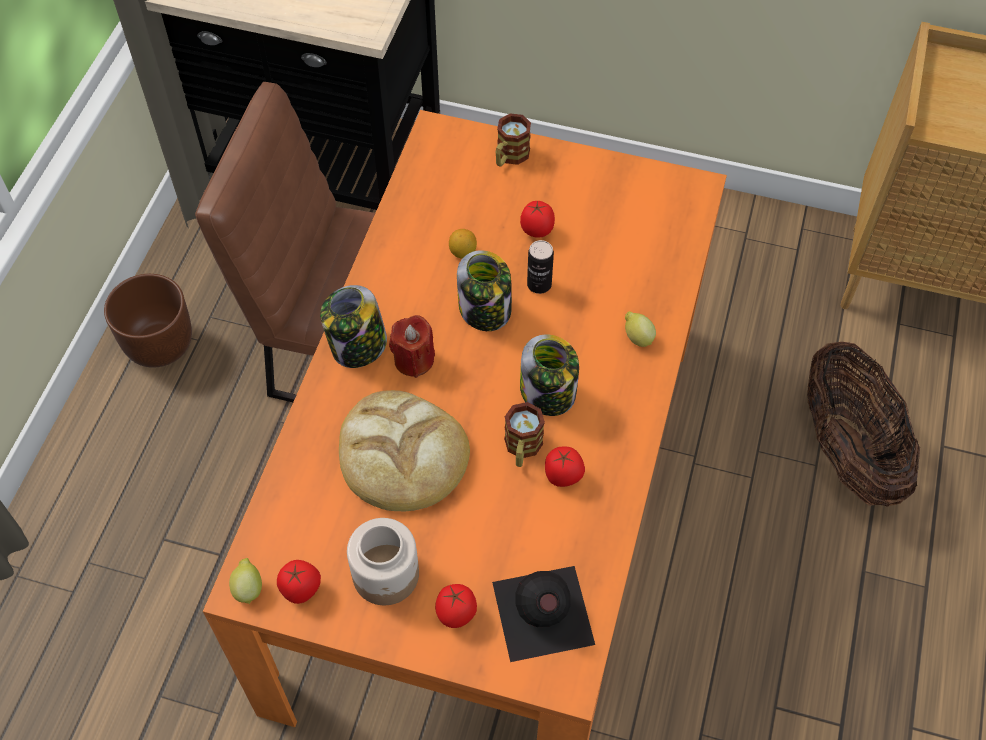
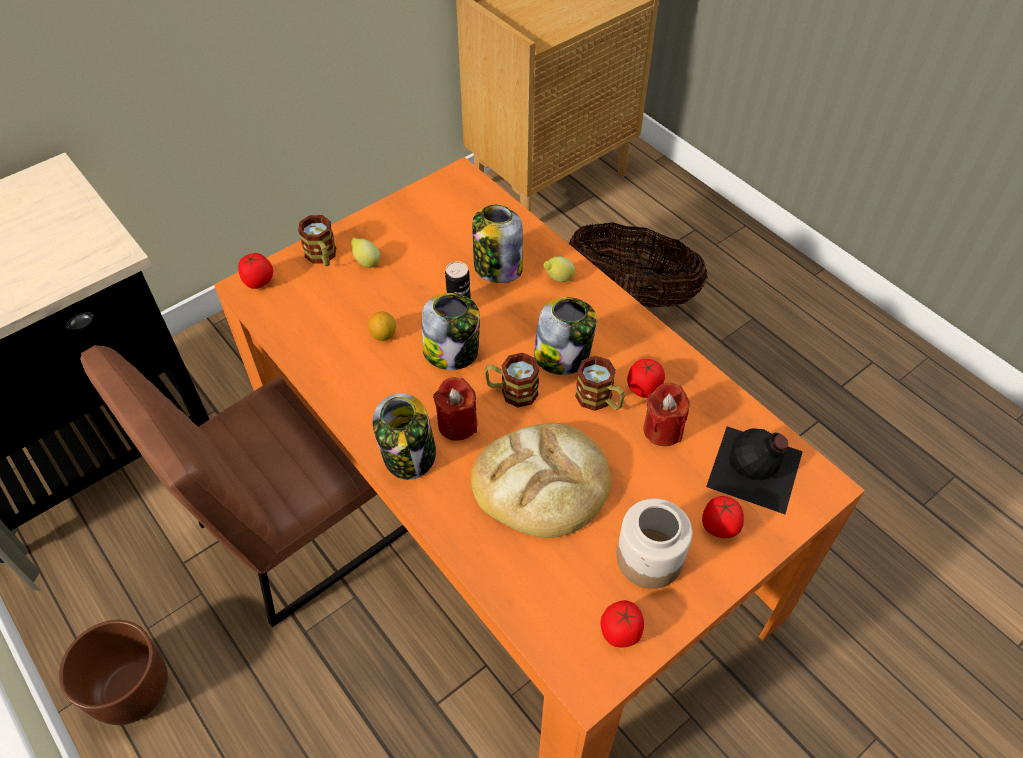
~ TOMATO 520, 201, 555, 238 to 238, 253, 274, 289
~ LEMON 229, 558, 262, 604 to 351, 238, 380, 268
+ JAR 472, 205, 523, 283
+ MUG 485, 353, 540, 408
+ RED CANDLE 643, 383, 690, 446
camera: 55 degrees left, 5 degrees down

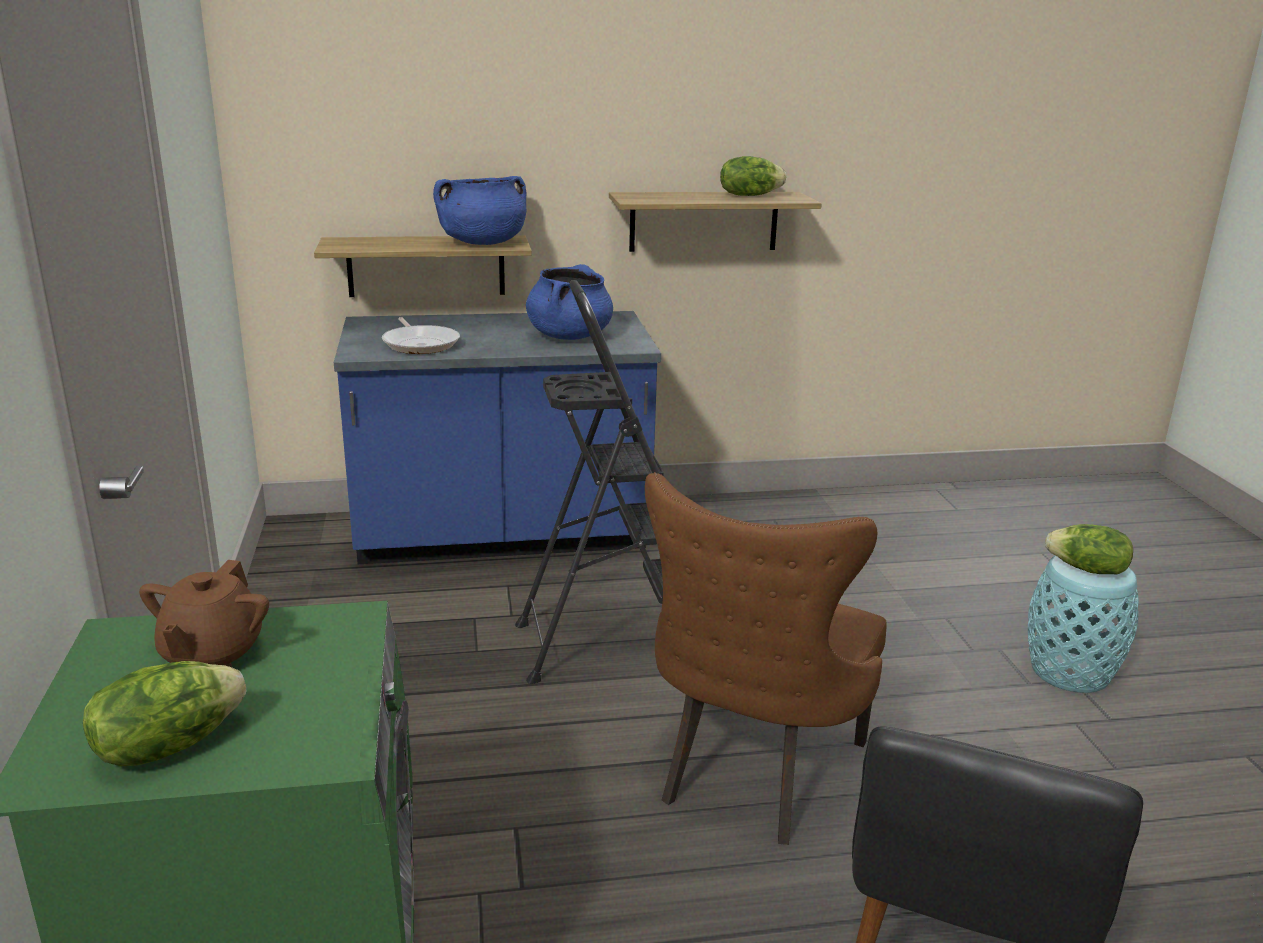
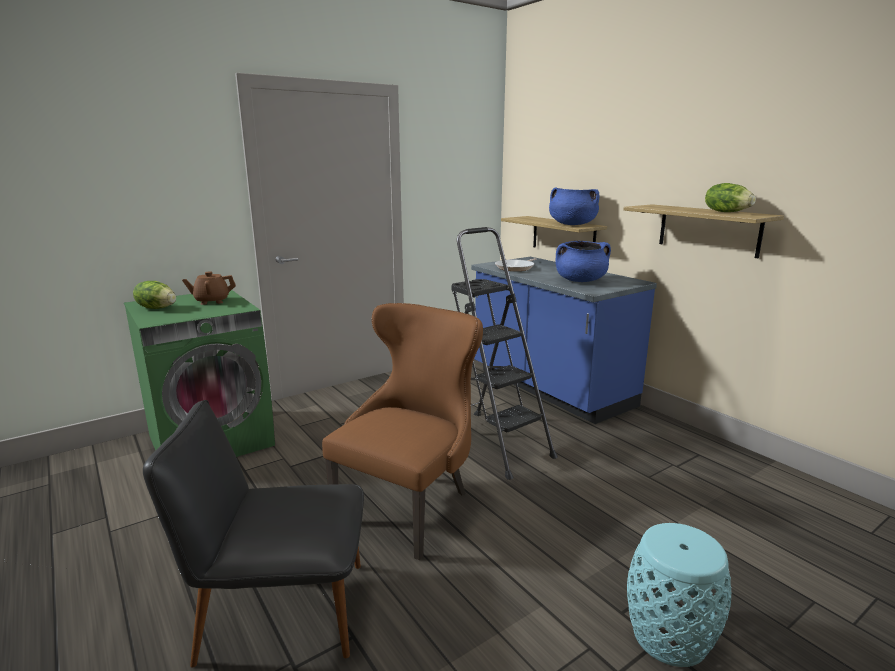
~ BROWN CHAIR 645, 472, 887, 845 = 322, 303, 483, 560 120 degrees clockwise
- LETTUCE 1045, 524, 1133, 574
camera: 65 degrees right, 5 degrees down

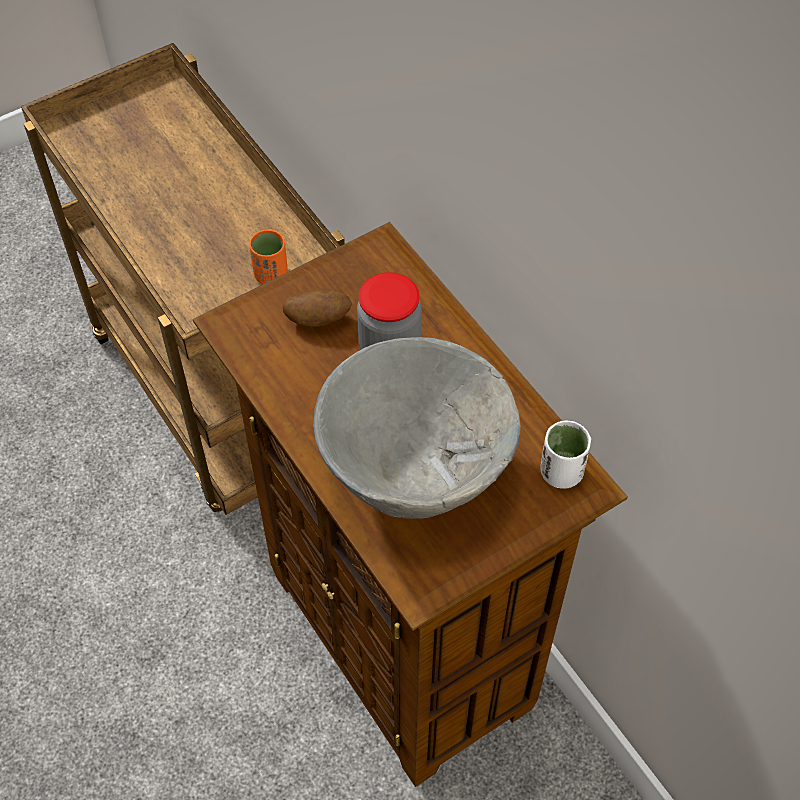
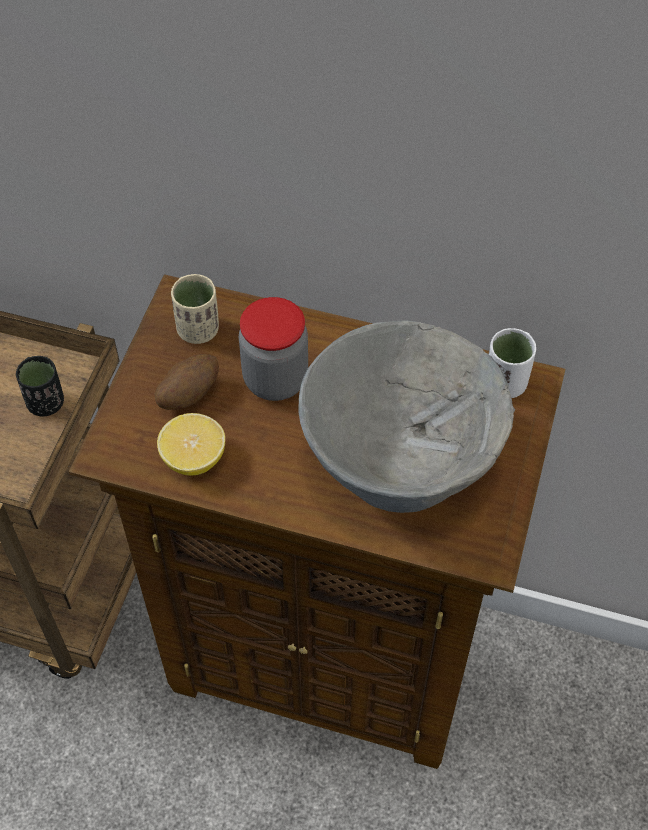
~ ORANGE CUP 249, 229, 288, 284 to BLACK CUP 16, 355, 64, 417
+ BEIGE CUP 171, 274, 219, 344
+ LEMON 157, 413, 225, 475
camera: 40 degrees left, 0 degrees up

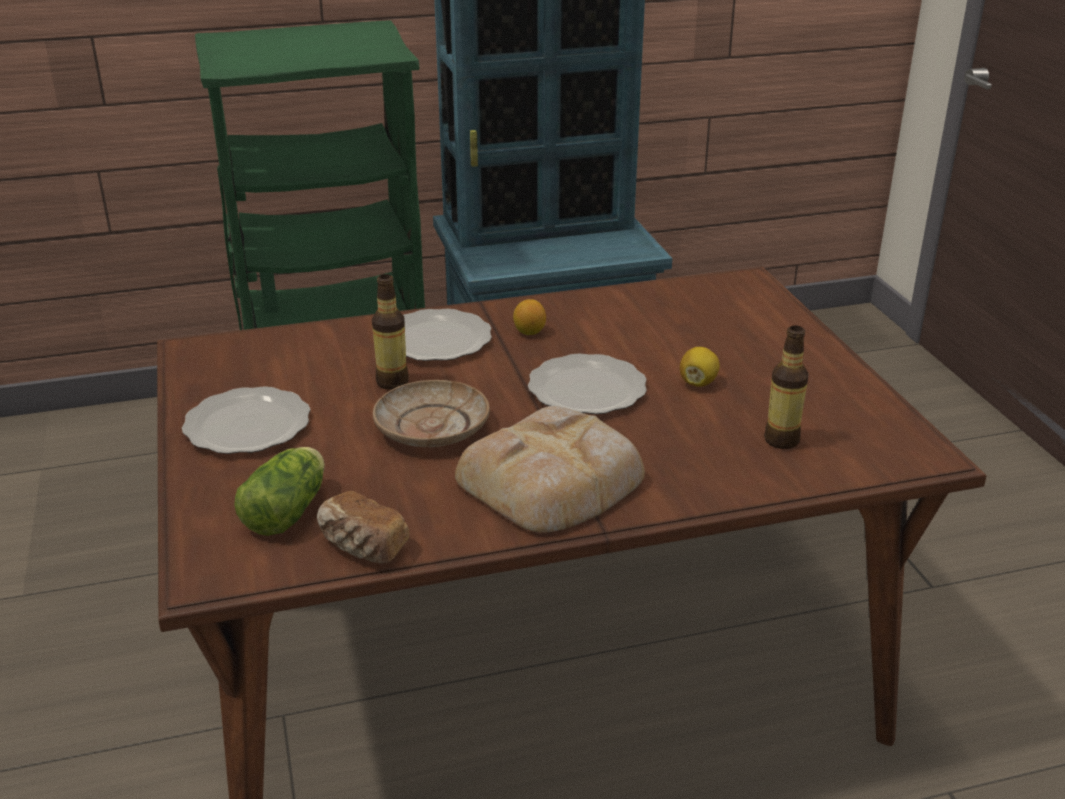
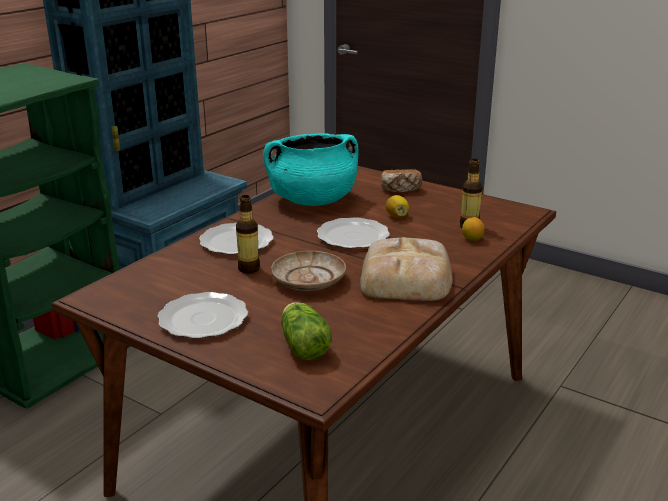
~ LEMON 513, 299, 546, 335 to 462, 217, 484, 241
~ BREAD 317, 491, 409, 563 to 381, 169, 422, 192
+ TURQUOISE COOKING POT 263, 133, 359, 206
camera: 40 degrees left, 5 degrees down

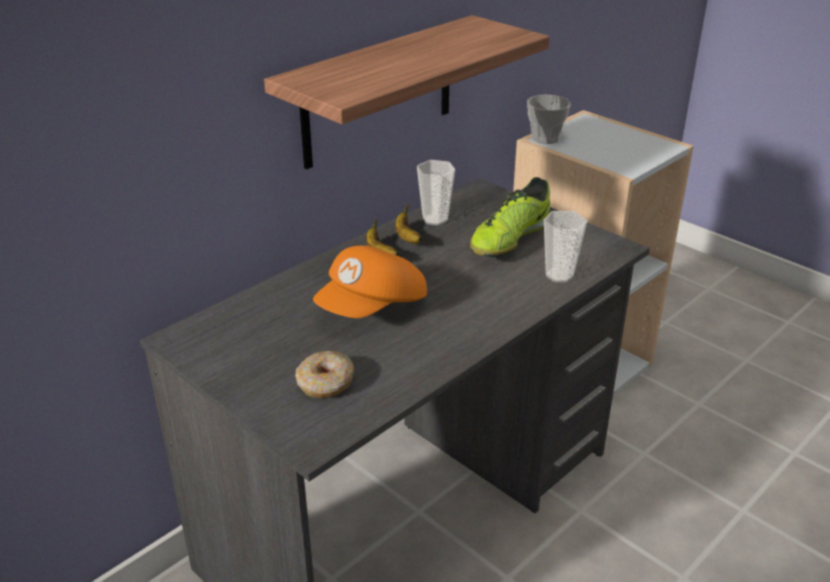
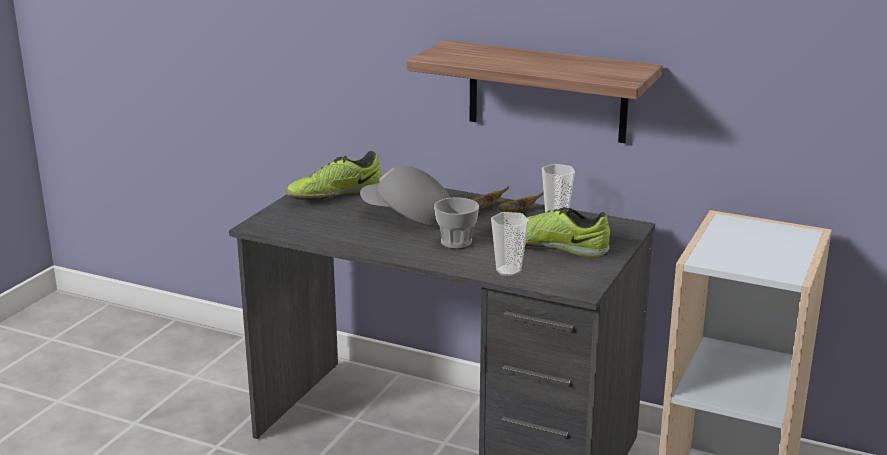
~ CUP 527, 95, 570, 144 to 434, 197, 479, 248
~ ORANGE CAP 313, 246, 427, 318 to GREY CAP 360, 166, 450, 227
- DONUT 295, 351, 355, 398
+ SHOE 286, 151, 381, 200
camera: 70 degrees right, 10 degrees down

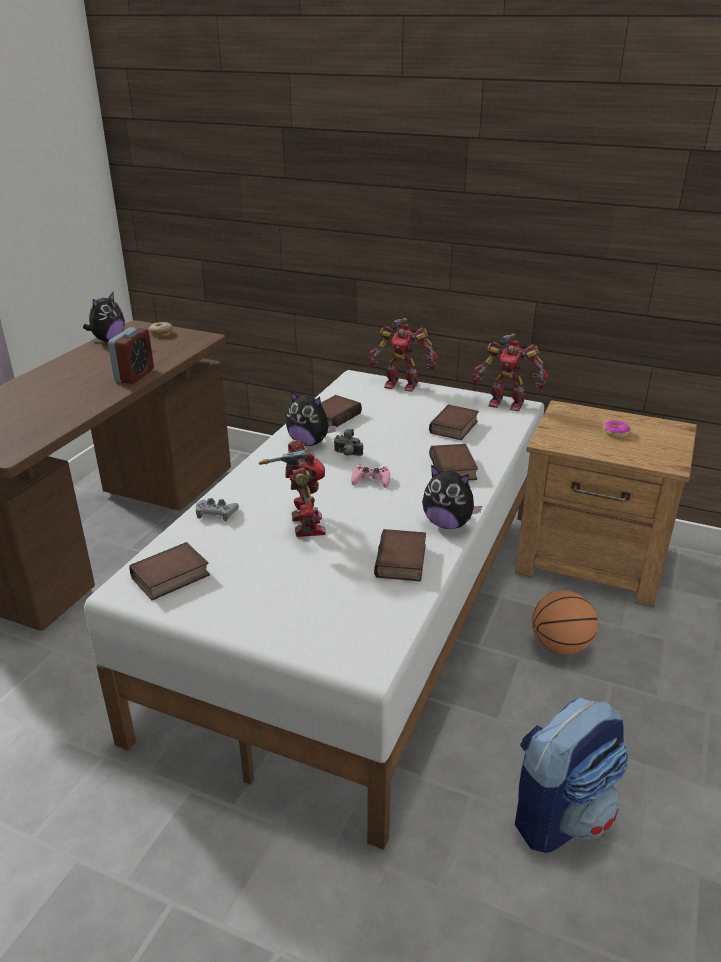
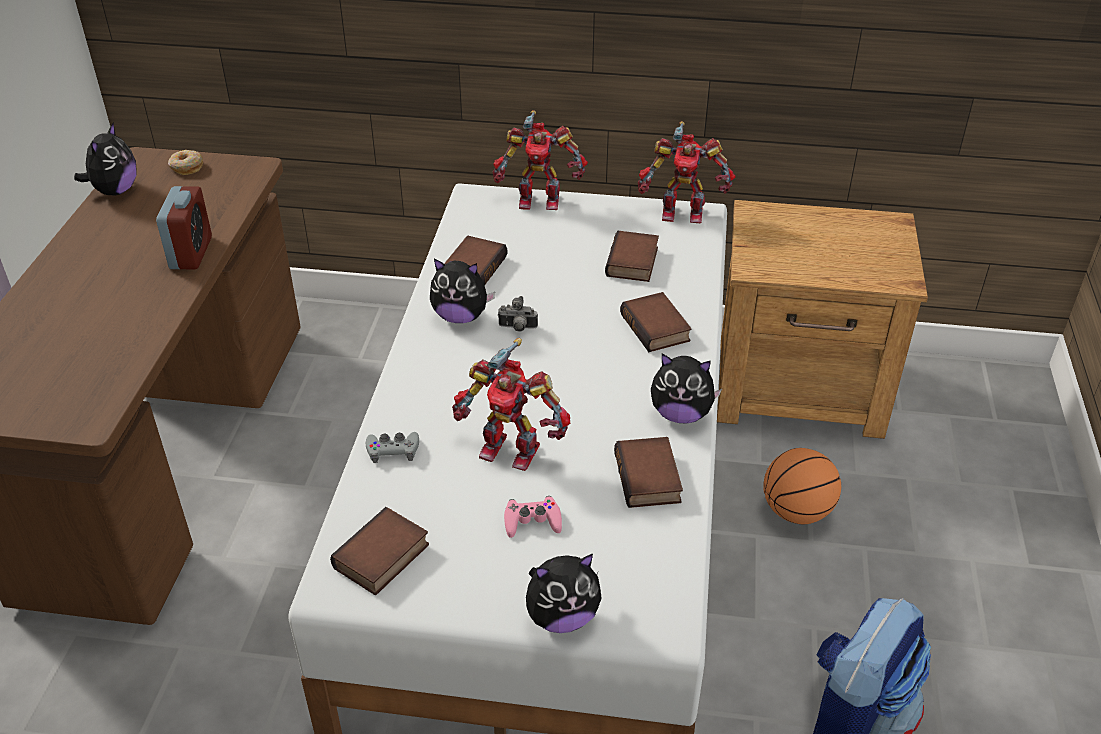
- DONUT 604, 421, 631, 438
~ TOY ROBOT 259, 440, 326, 537 = 452, 338, 571, 471 135 degrees clockwise
~ PINK GAME CONTROLLER 351, 464, 390, 488 to 504, 496, 562, 538
+ PLUSH TOY 526, 554, 602, 633
camera: 15 degrees left, 10 degrees up

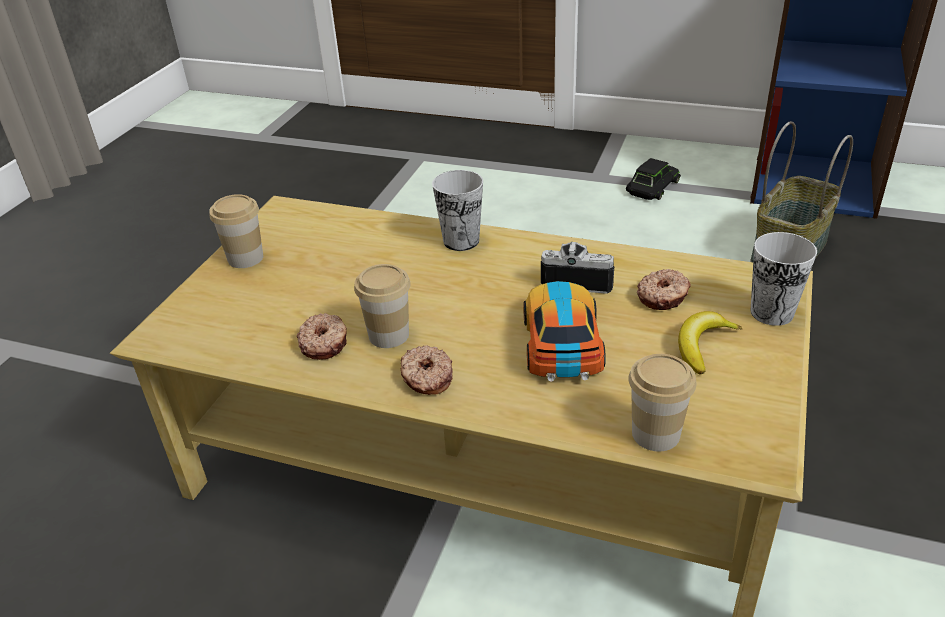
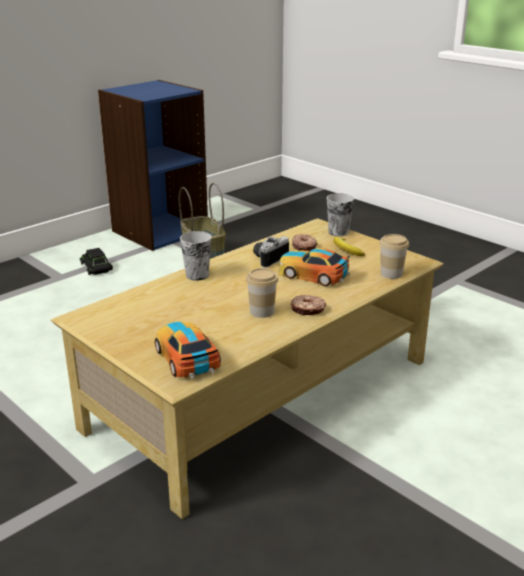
- CUP 209, 194, 263, 268
- DONUT 297, 313, 347, 360
+ TOY CAR 155, 322, 221, 378
camera: 65 degrees left, 10 degrees down

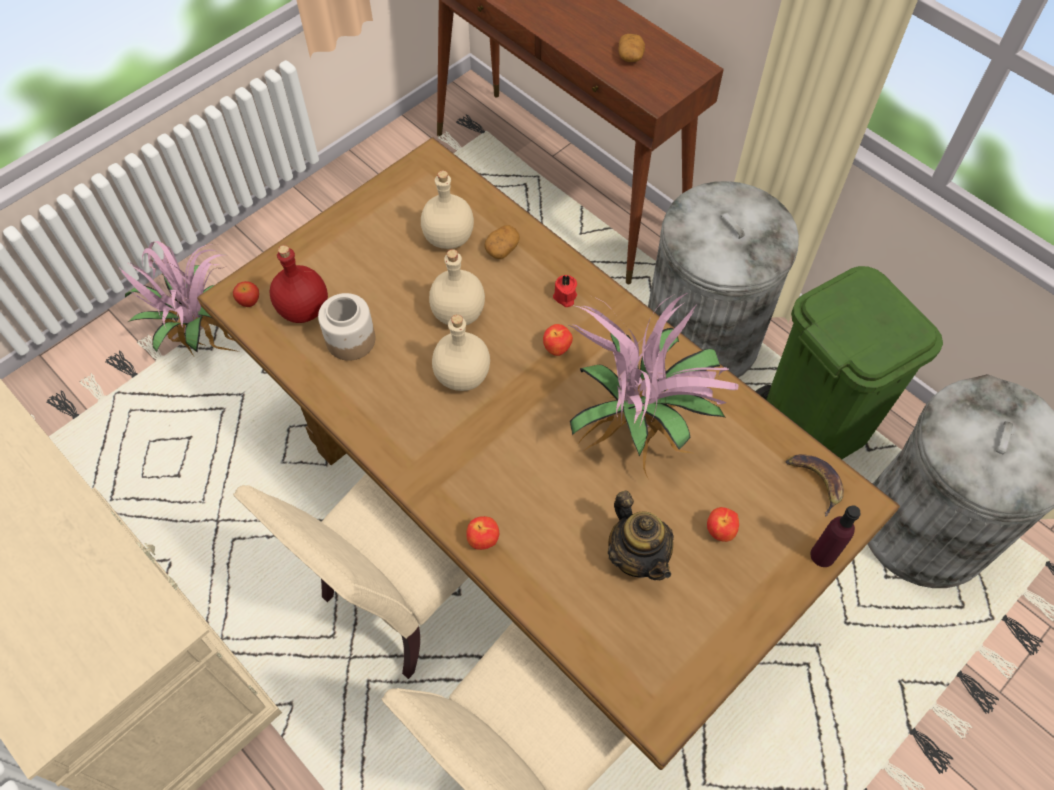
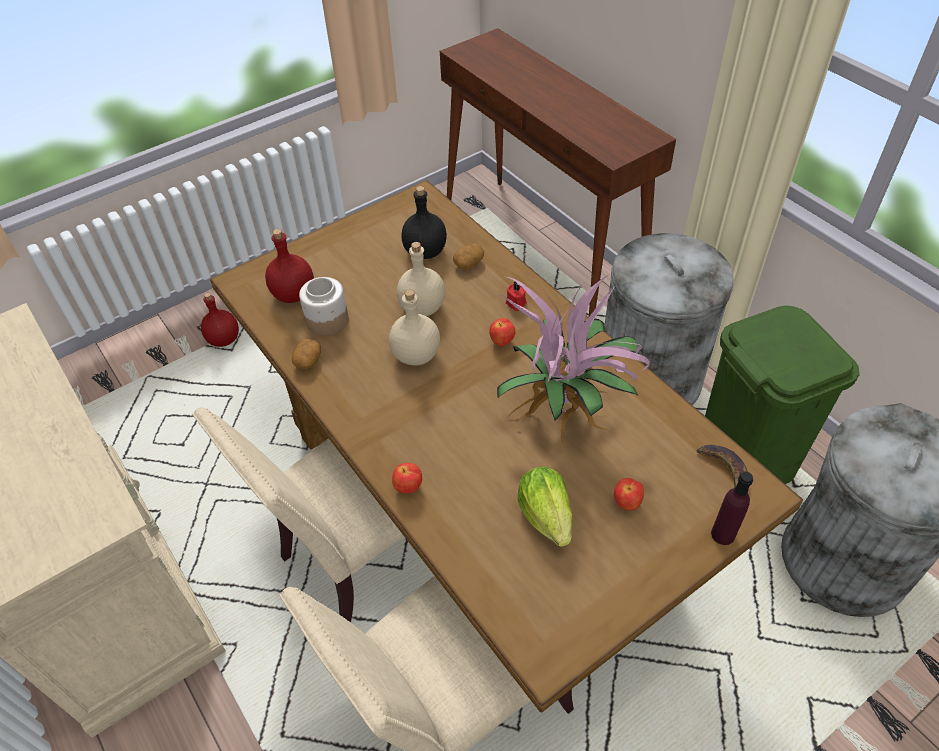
~ POTATO 618, 34, 645, 62 to 292, 339, 321, 369
~ BEIGE BOTTLE 421, 170, 474, 249 to BLACK BOTTLE 402, 186, 447, 259
~ POTTED PLANT 120, 241, 240, 356 to RED BOTTLE 201, 292, 239, 347
- APPLE 233, 281, 259, 307
~ TEAPOT 608, 491, 674, 580 to LETTUCE 517, 467, 572, 547
camera: 10 degrees right, 10 degrees down

